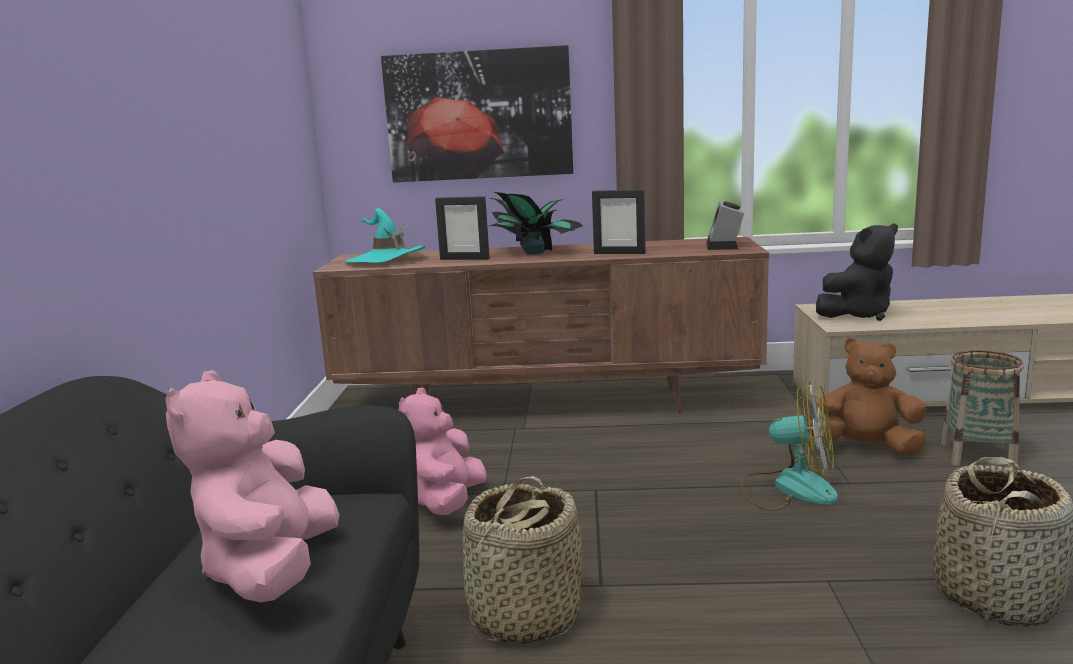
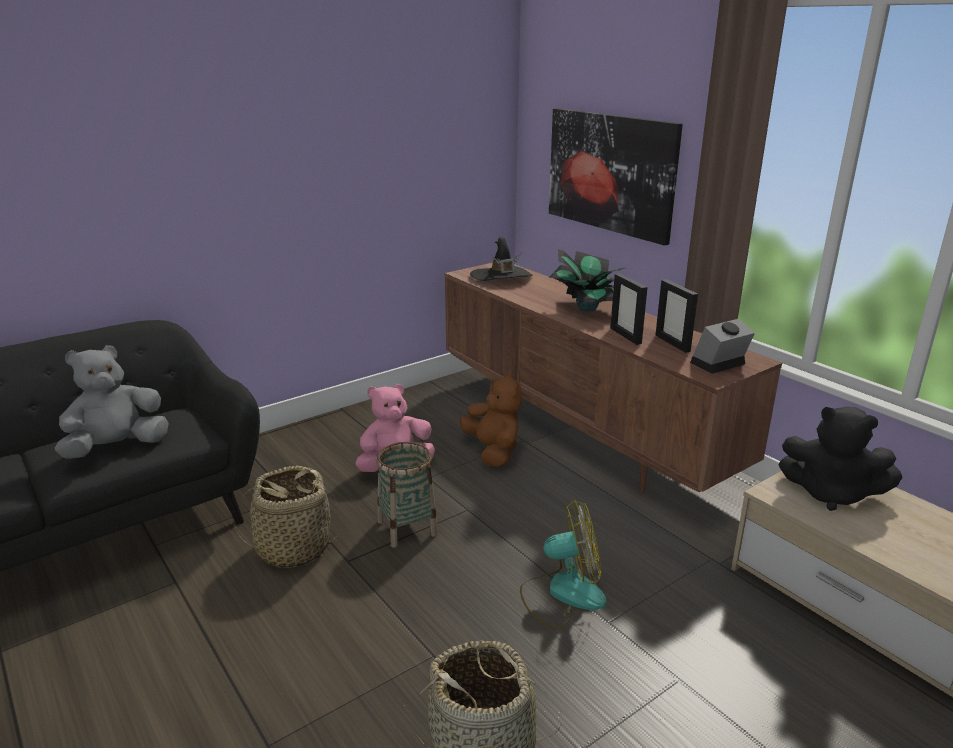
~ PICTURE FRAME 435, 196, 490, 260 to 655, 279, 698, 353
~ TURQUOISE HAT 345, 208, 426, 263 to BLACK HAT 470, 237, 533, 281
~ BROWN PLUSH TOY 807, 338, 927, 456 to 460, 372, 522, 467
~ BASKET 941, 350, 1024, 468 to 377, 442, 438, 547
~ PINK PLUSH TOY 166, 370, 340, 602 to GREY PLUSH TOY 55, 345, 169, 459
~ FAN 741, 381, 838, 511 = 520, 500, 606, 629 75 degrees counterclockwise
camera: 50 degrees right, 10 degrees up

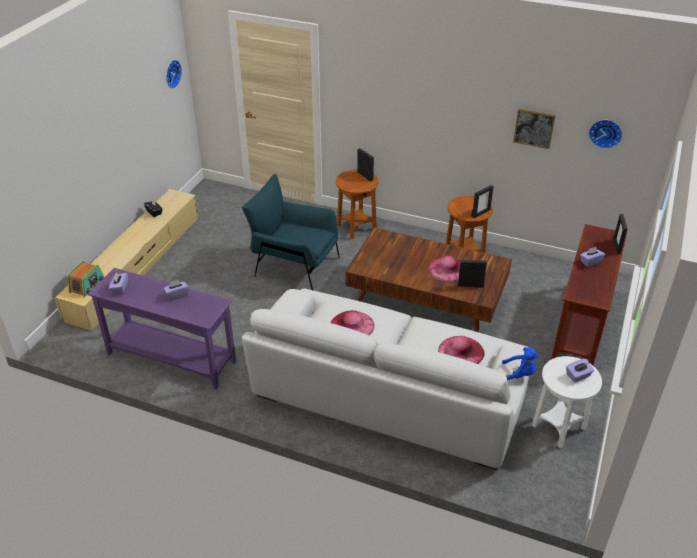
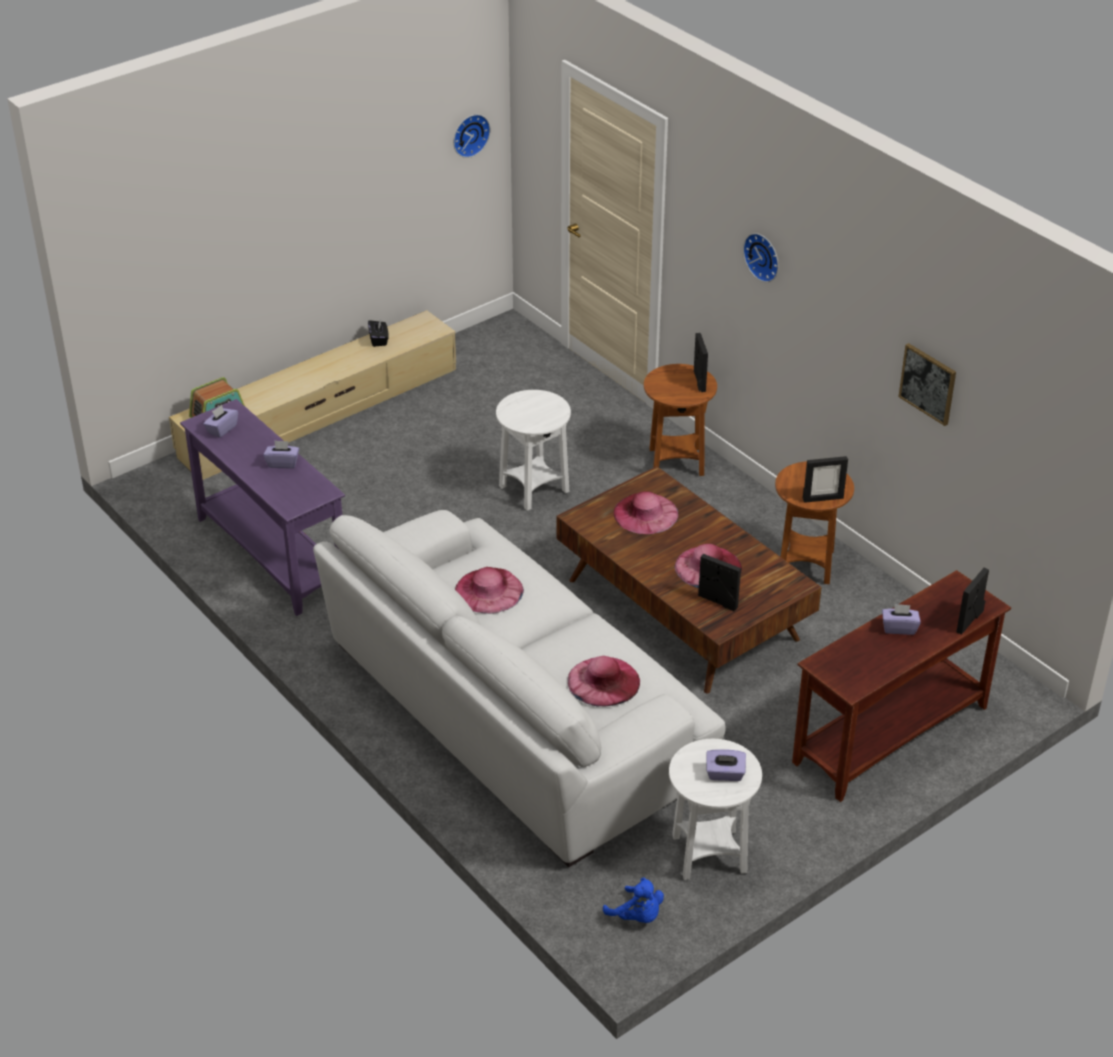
~ WALL CLOCK 589, 119, 622, 149 to 743, 233, 779, 282
~ BLUE ARMCHAIR 242, 174, 340, 290 to WHITE SIDE TABLE 496, 390, 571, 511
~ BLUE PLUSH TOY 502, 347, 539, 380 to 603, 877, 664, 923
+ PINK HAT 614, 491, 678, 534
camera: 30 degrees right, 0 degrees up

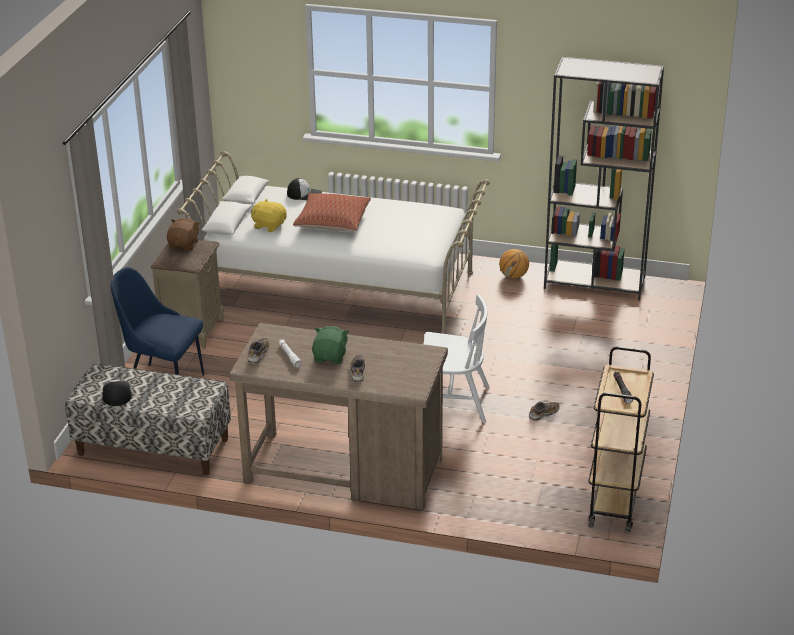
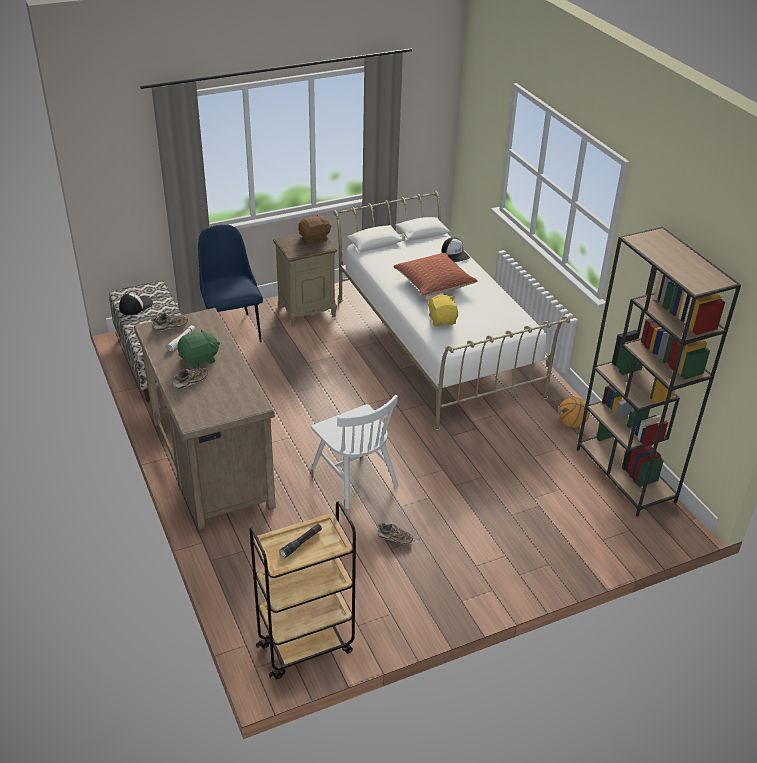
~ YELLOW PLUSH TOY 251, 199, 287, 232 to 427, 294, 458, 326
camera: 50 degrees right, 5 degrees up

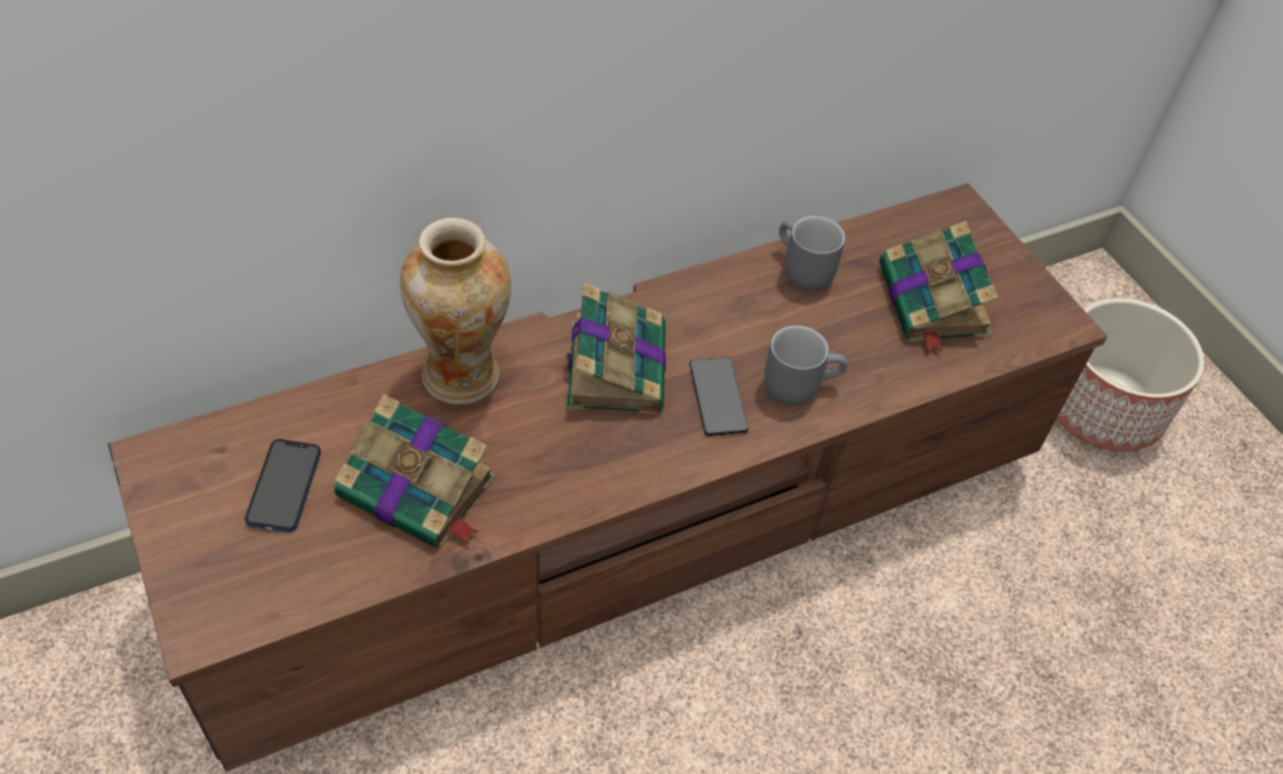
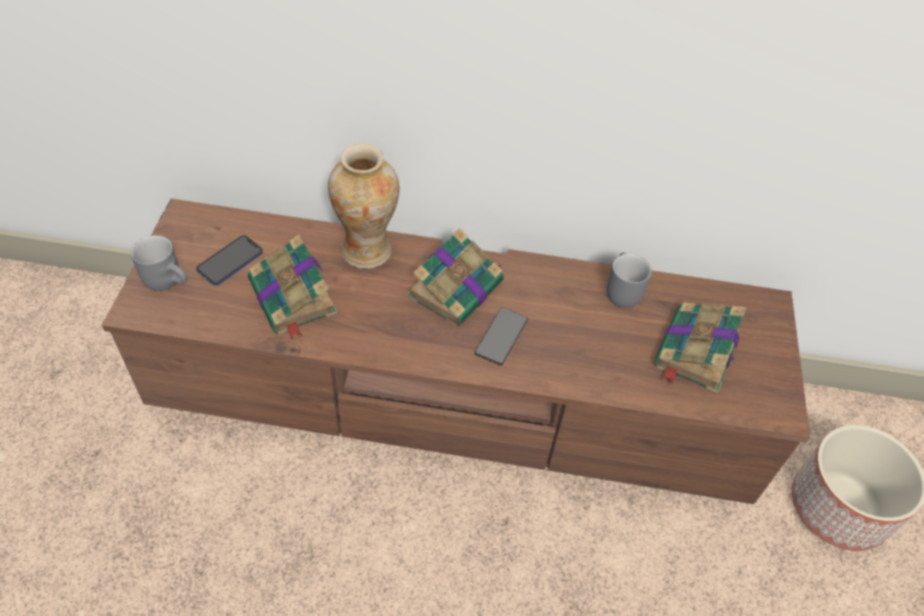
~ GREY MUG 764, 325, 847, 406 to 131, 235, 187, 291
camera: 35 degrees right, 0 degrees up

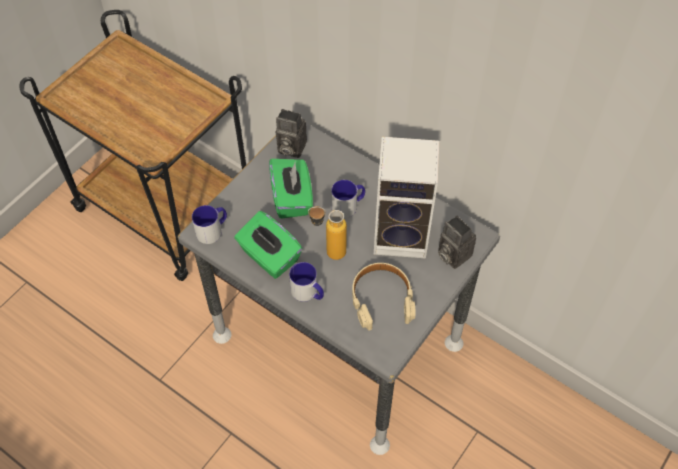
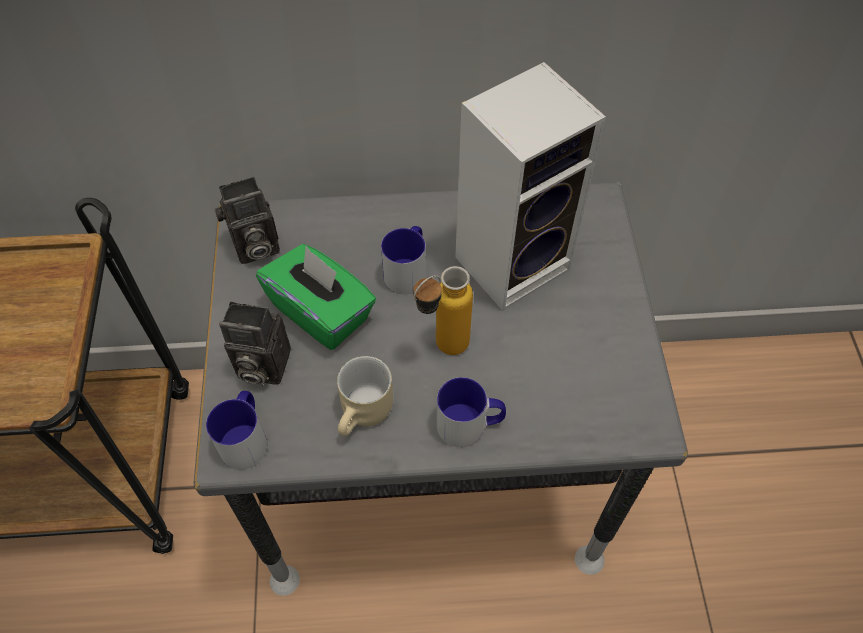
~ GREEN TISSUE BOX 235, 211, 302, 279 to BEIGE MUG 337, 356, 393, 436
~ PHOTO CAMERA 438, 216, 476, 269 to 219, 302, 291, 386
- BEIGE HEADPHONES 352, 263, 415, 331
camera: 40 degrees left, 0 degrees up

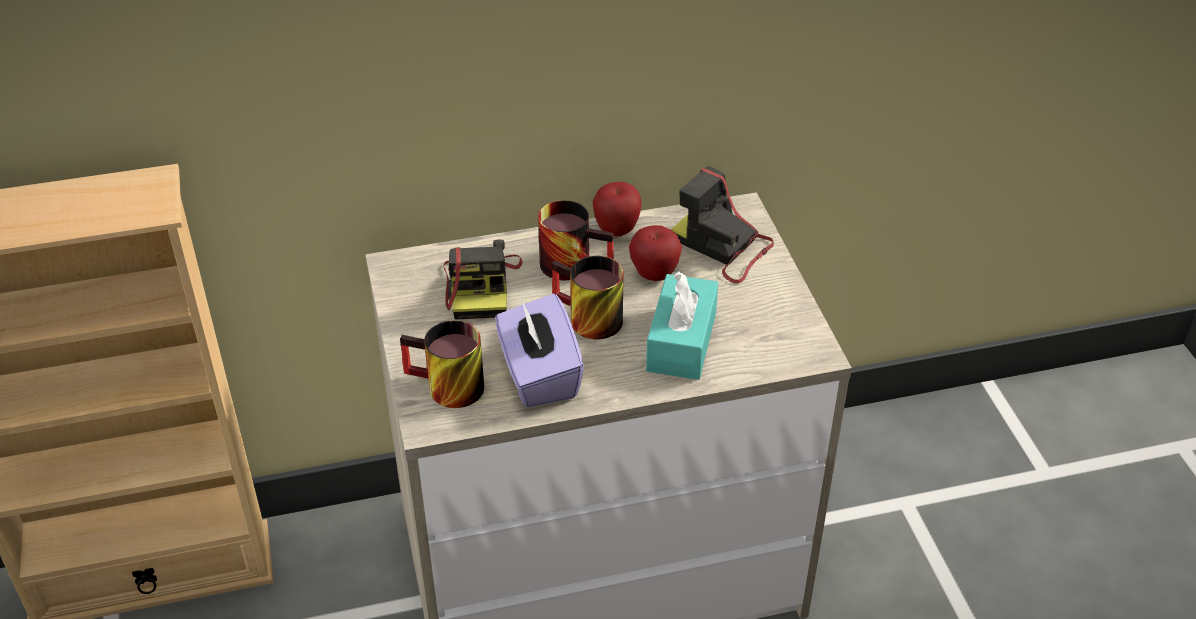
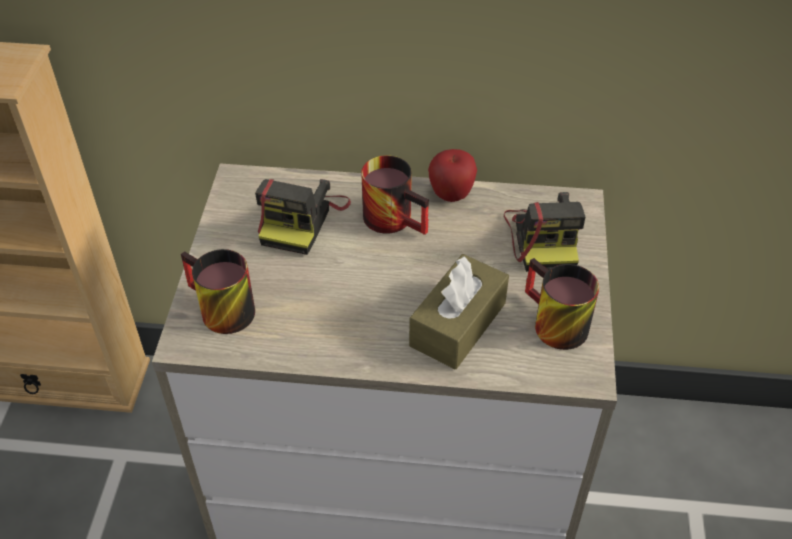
~ PHOTO CAMERA 672, 166, 774, 284 = 504, 192, 585, 272 150 degrees counterclockwise
- APPLE 629, 225, 682, 281
~ MUG 552, 256, 624, 340 to 525, 258, 599, 350
~ TURQUOISE TISSUE BOX 646, 271, 718, 380 to BROWN TISSUE BOX 409, 254, 509, 369
- PURPLE TISSUE BOX 495, 294, 584, 407
camera: 20 degrees right, 5 degrees up

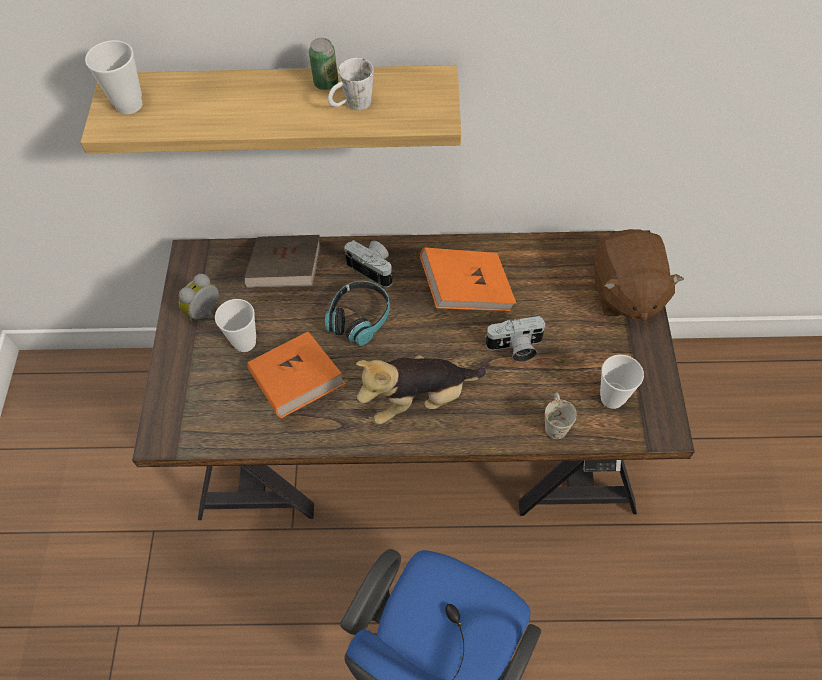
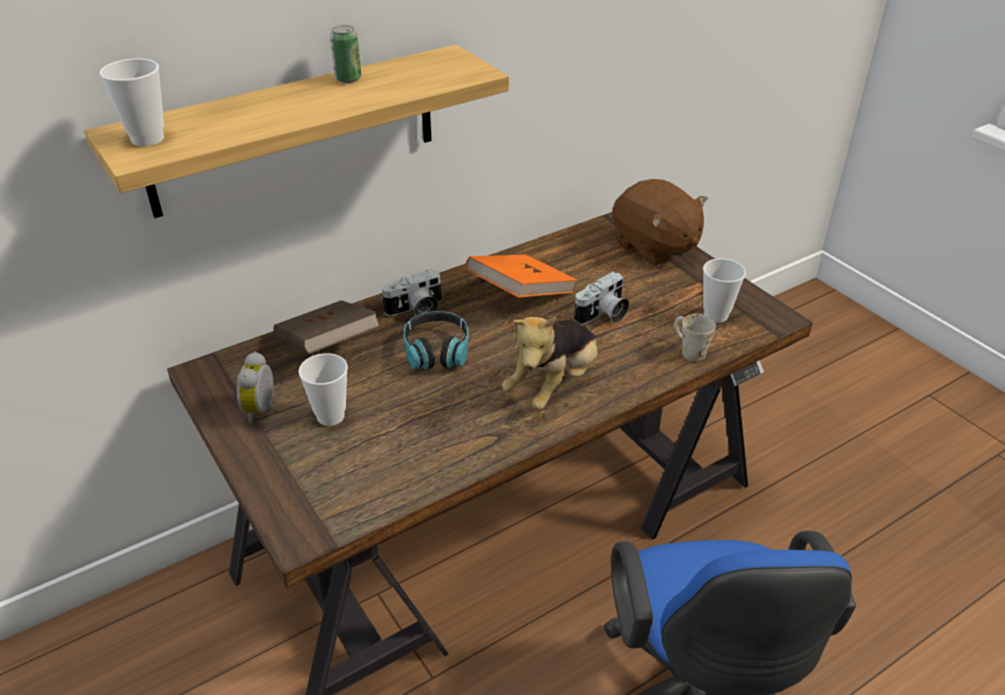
- WHITE MUG 328, 58, 374, 110
~ PHOTO CAMERA 344, 240, 393, 287 = 381, 269, 442, 316 150 degrees clockwise
- ORANGE BOOK 247, 332, 346, 418
camera: 35 degrees left, 20 degrees down

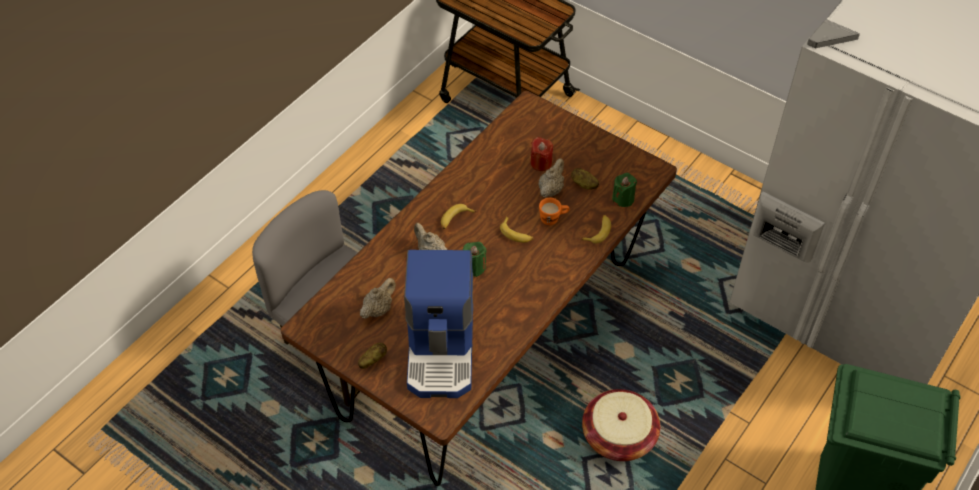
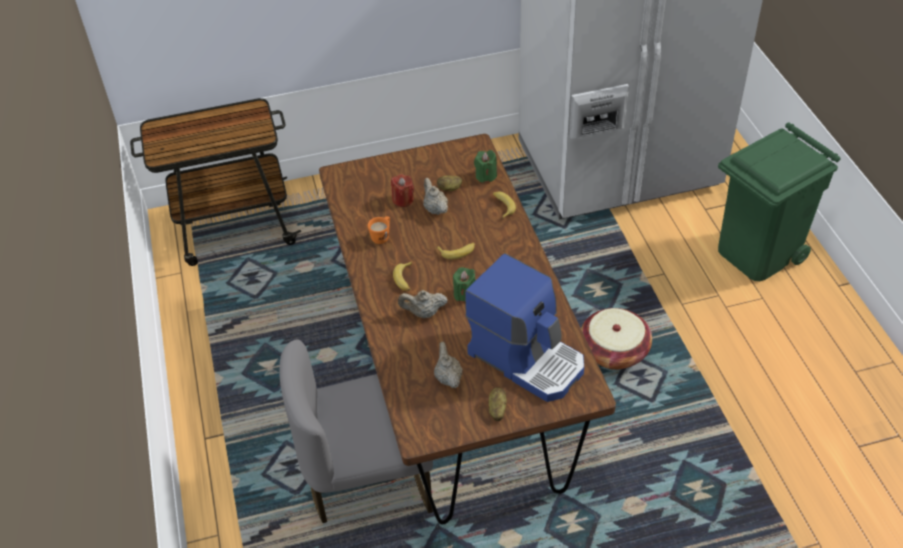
~ ORANGE MUG 539, 198, 570, 225 to 368, 216, 390, 244
camera: 50 degrees left, 5 degrees down

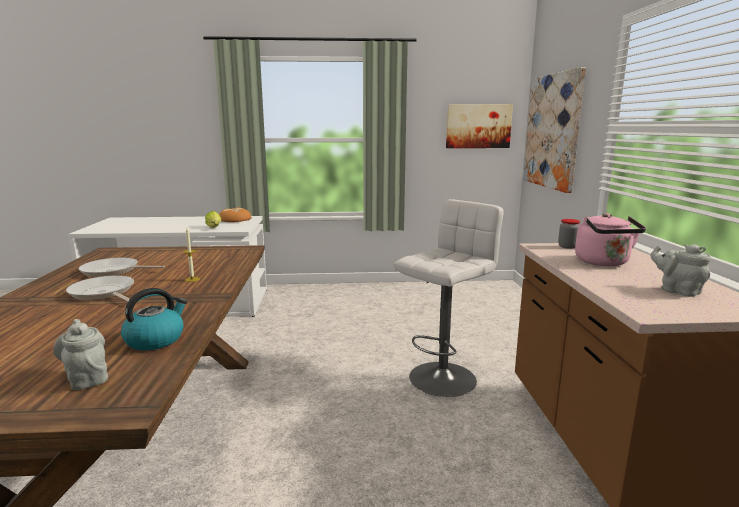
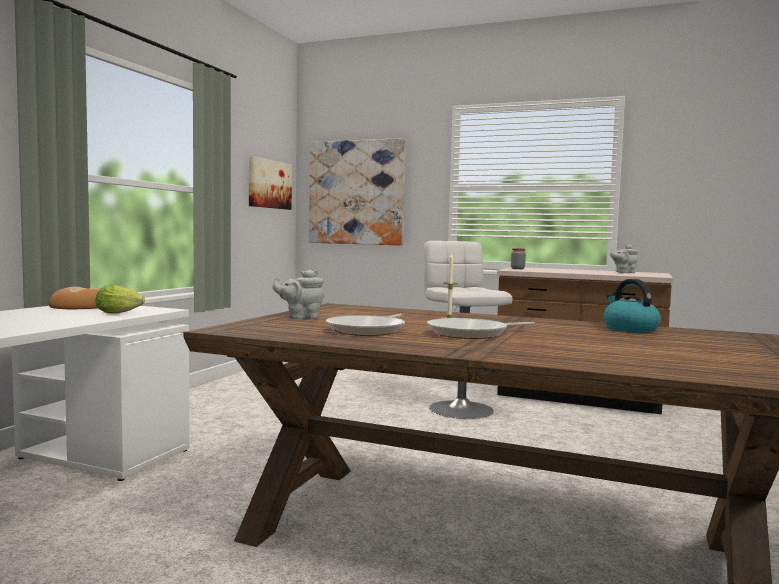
- PINK KETTLE 575, 213, 646, 266
~ GREY TEAPOT 53, 319, 108, 390 to 272, 269, 324, 319
camera: 65 degrees left, 10 degrees down

